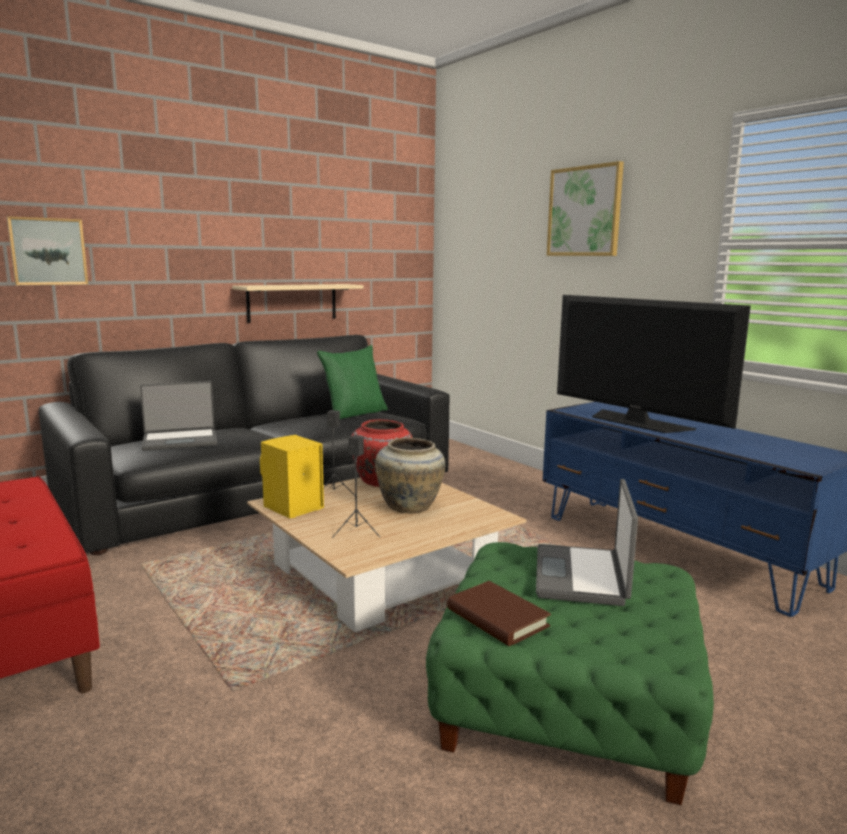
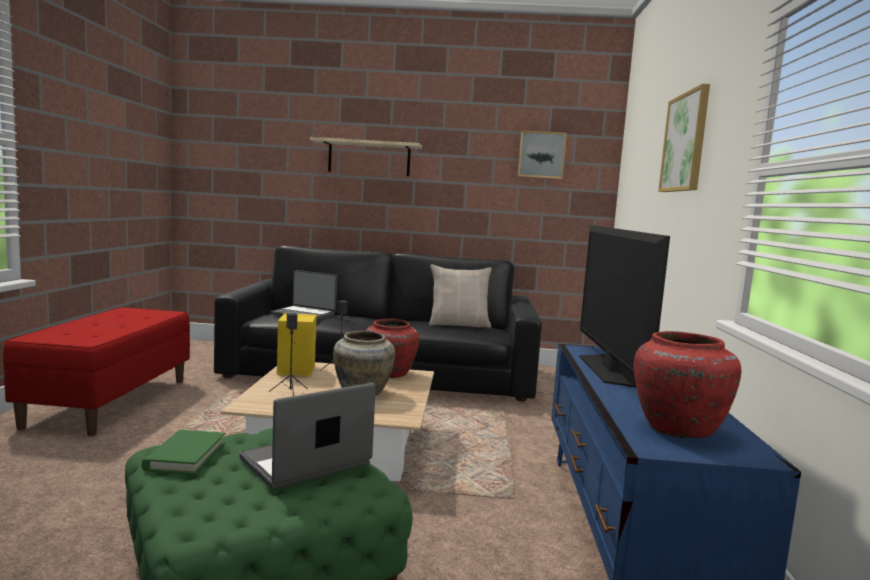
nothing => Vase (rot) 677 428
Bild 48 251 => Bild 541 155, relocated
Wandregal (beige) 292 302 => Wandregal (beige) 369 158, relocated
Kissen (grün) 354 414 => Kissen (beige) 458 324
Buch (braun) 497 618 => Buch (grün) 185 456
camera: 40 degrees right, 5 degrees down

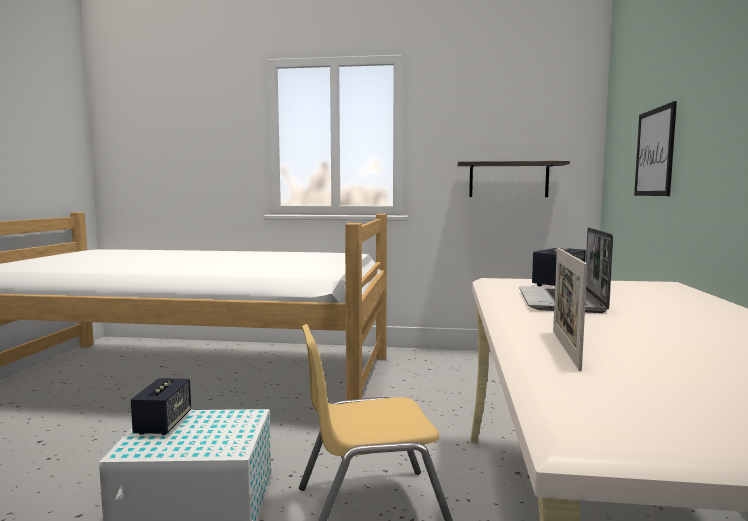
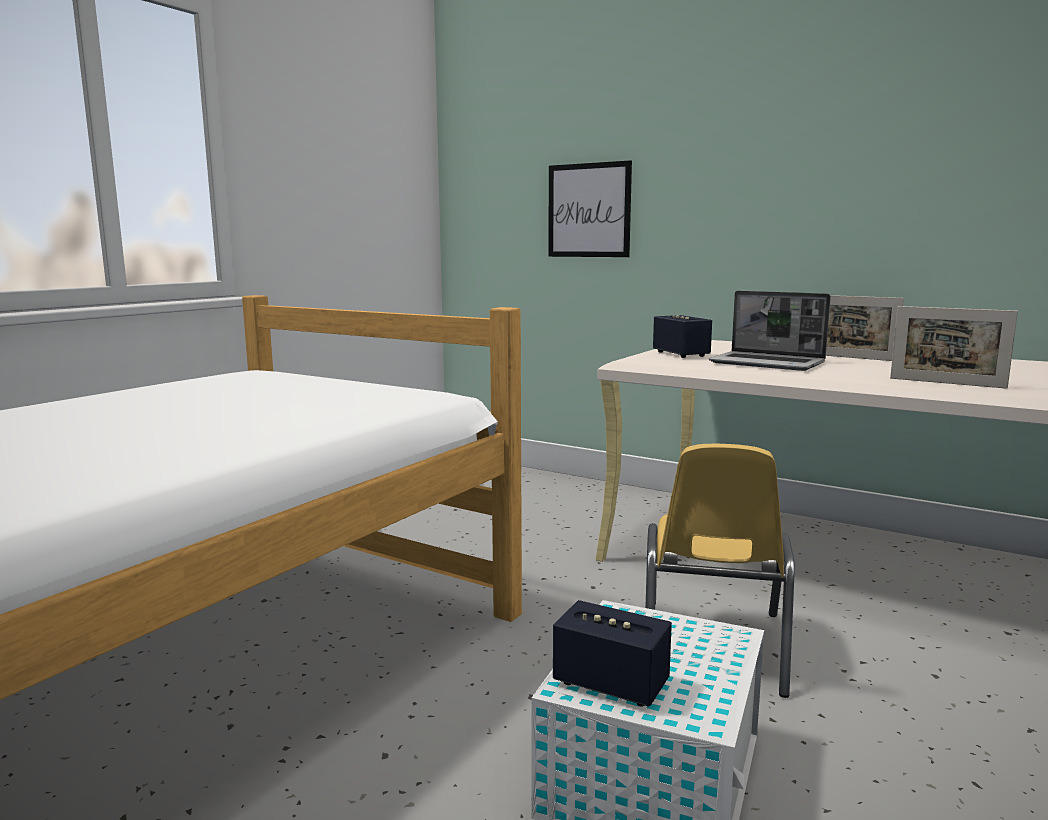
Wandregal 508 180 => nothing
nothing => Bilderrahmen 851 357
camera: 65 degrees left, 5 degrees up

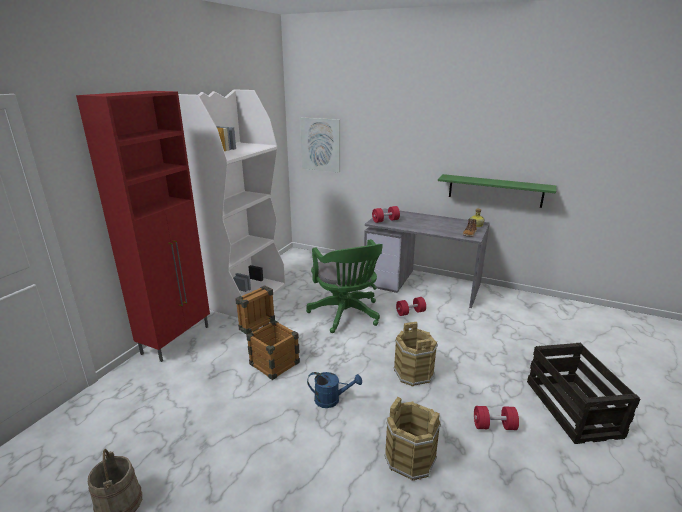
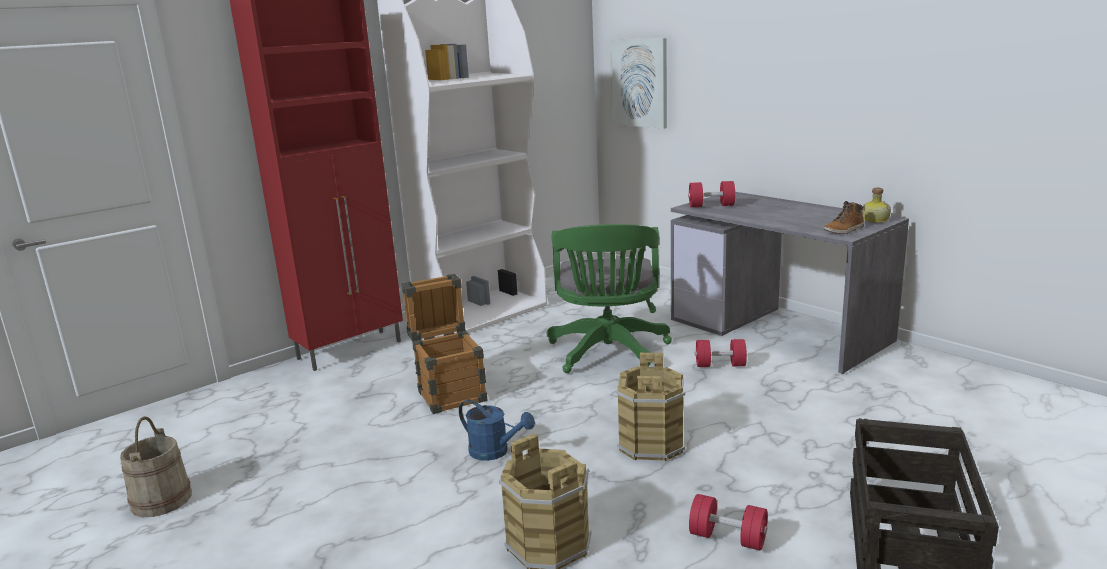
Wandregal (grün) 495 190 => nothing
camera: 25 degrees right, 5 degrees down

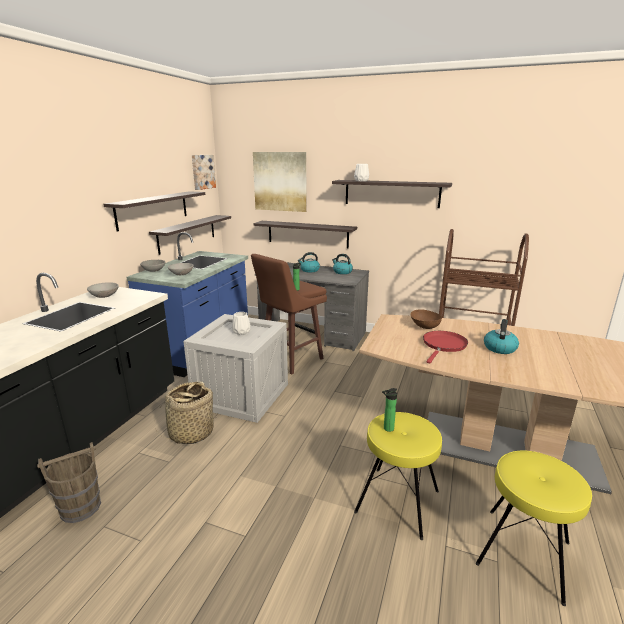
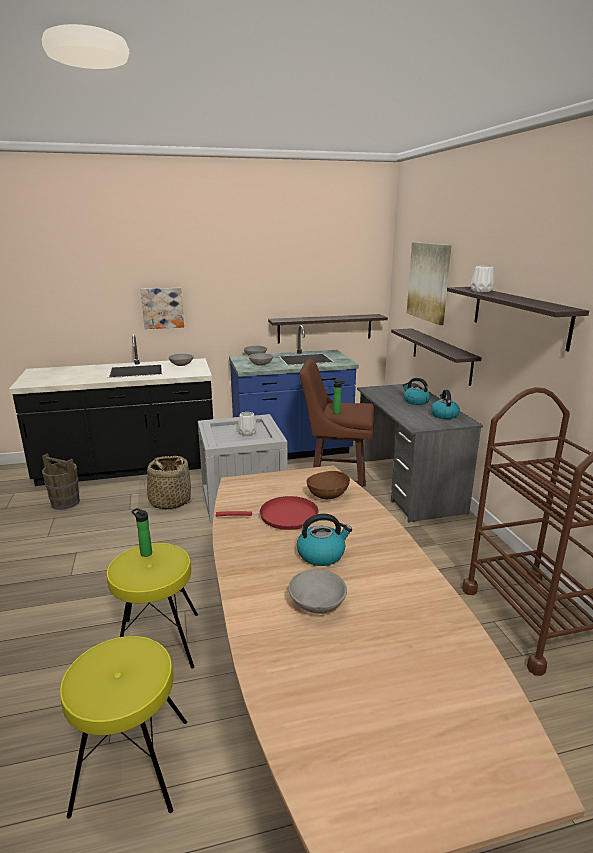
Wandregal 153 209 => nothing
nothing => Schüssel (grau) 317 604
Bild 202 171 => Bild 162 308, relocated
camera: 55 degrees right, 0 degrees up

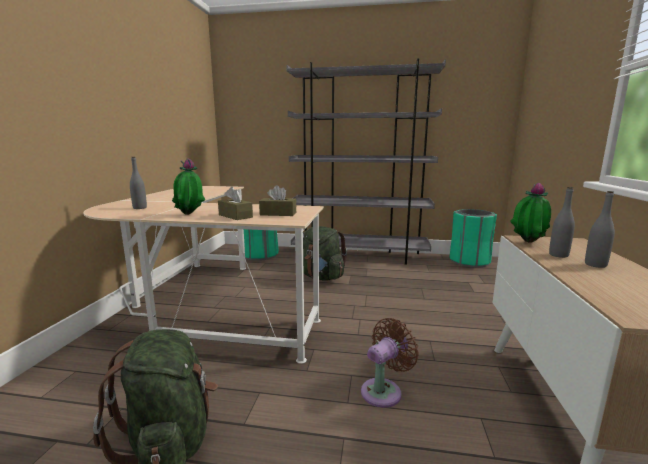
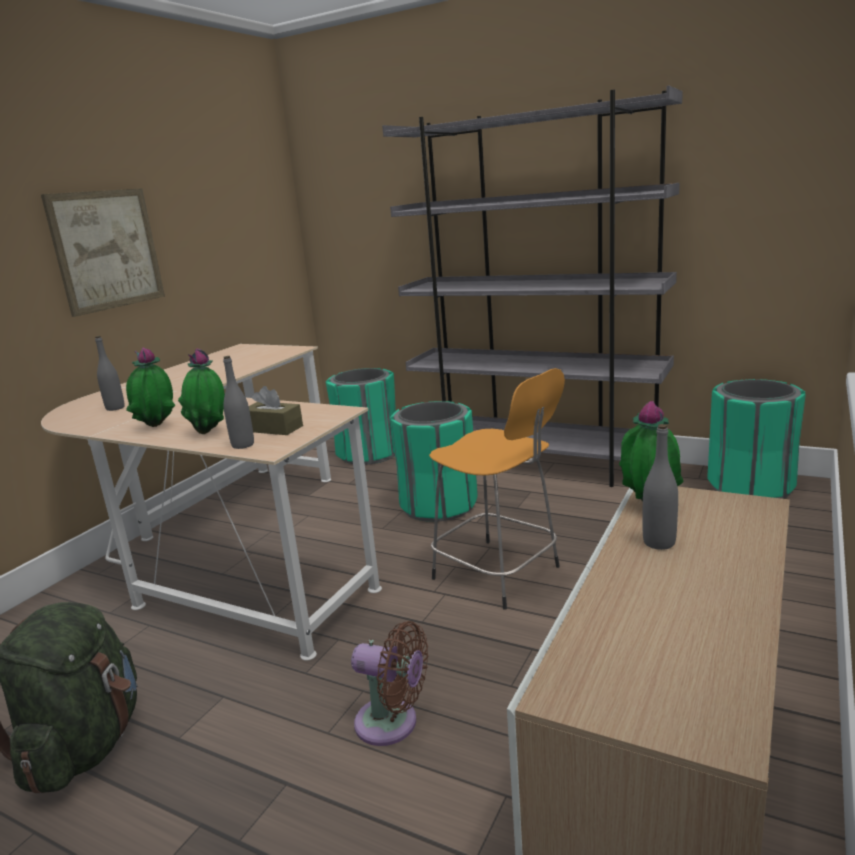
nothing => Bild 107 250
nothing => Hocker (orange) 499 574
Flasche (grau) 595 265 => Flasche (grau) 243 445, relocated
Taschentuchbox (braun) 235 216 => Topfpflanze 210 433
Rucksack (grün) 321 277 => Mülleimer (grün) 439 505
Ventilator (braun) 384 390 => Ventilator (braun) 392 724, 45 degrees clockwise
camera: 20 degrees right, 5 degrees up

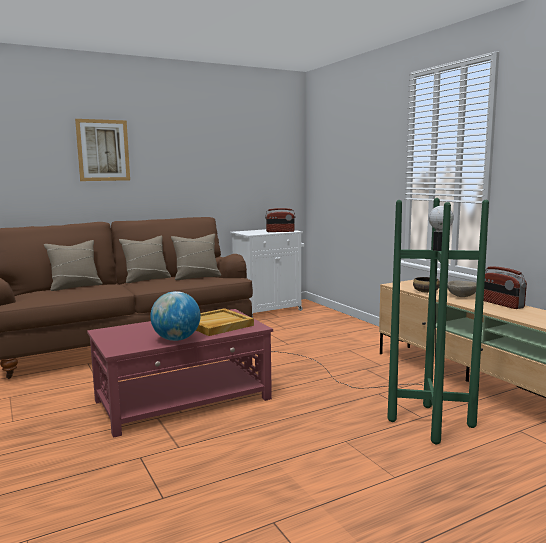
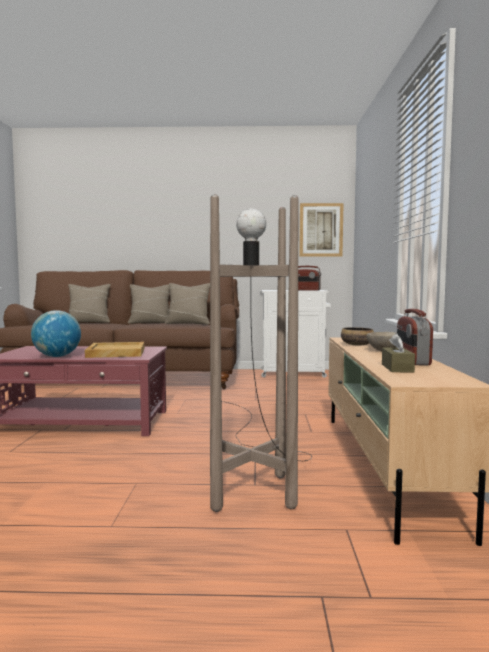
nothing => Taschentuchbox (braun) 397 368
Bild 103 150 => Bild 321 230, relocated
Stehlampe (grün) 387 398 => Stehlampe (braun) 254 460
camera: 30 degrees right, 5 degrees down

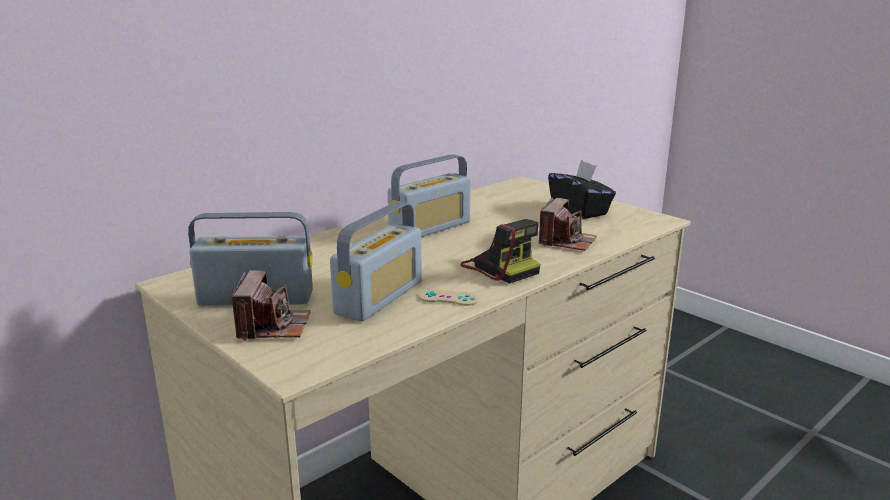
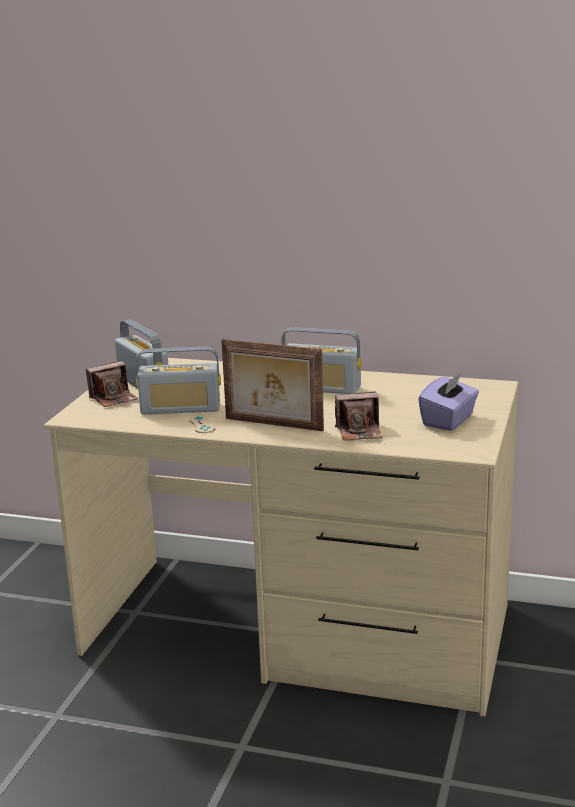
Kamera 500 267 => Bilderrahmen 273 425
Taschentuchbox (schwarz) 579 210 => Taschentuchbox (lila) 448 420
camera: 60 degrees right, 0 degrees up

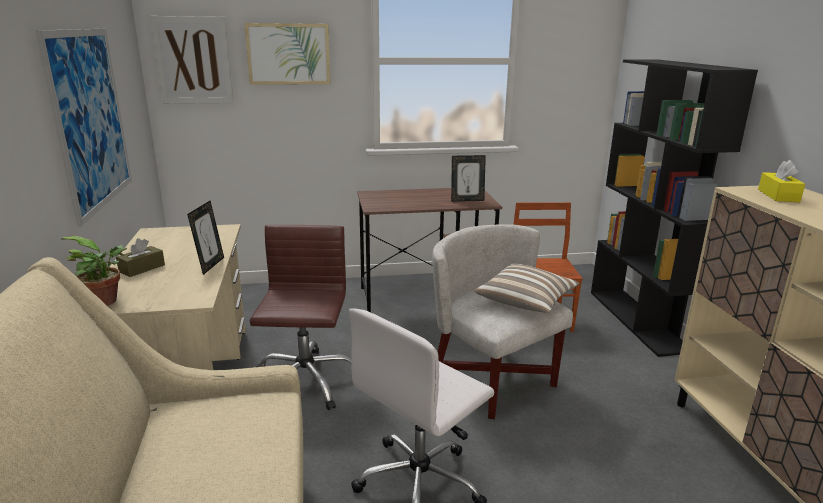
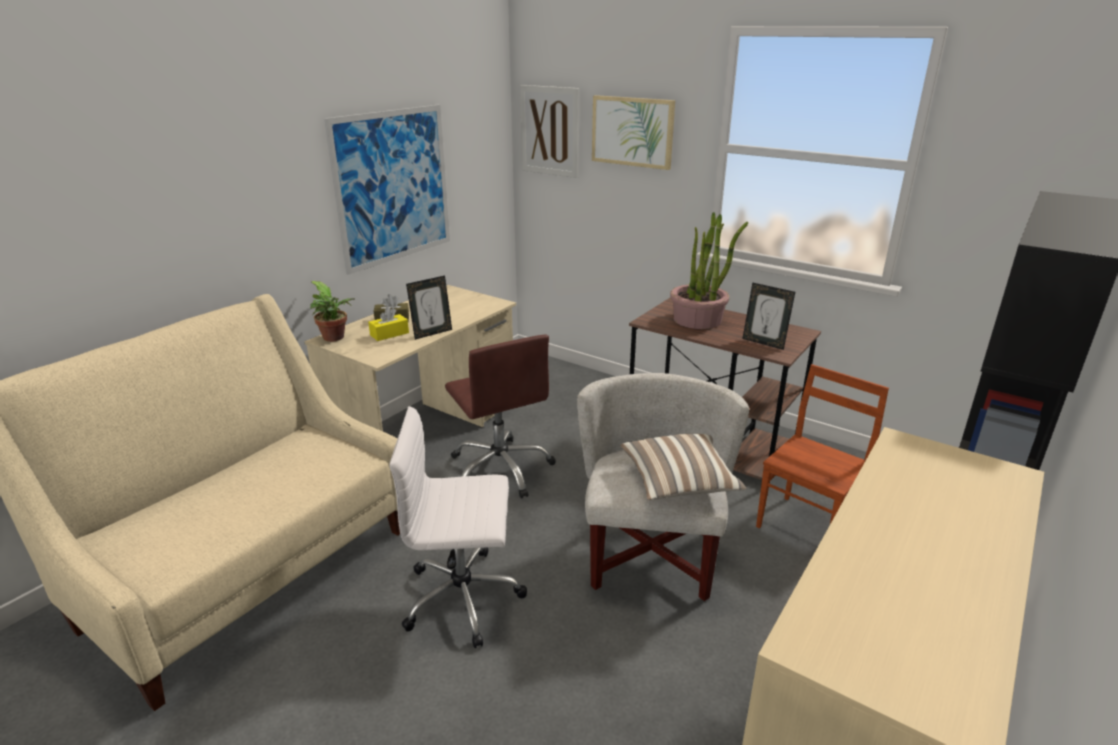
nothing => Topfpflanze 698 319
Taschentuchbox (gelb) 778 196 => Taschentuchbox (gelb) 389 334, relocated
Bürostuhl (braun) 305 381 => Bürostuhl (braun) 501 469, 105 degrees clockwise
camera: 45 degrees right, 5 degrees up

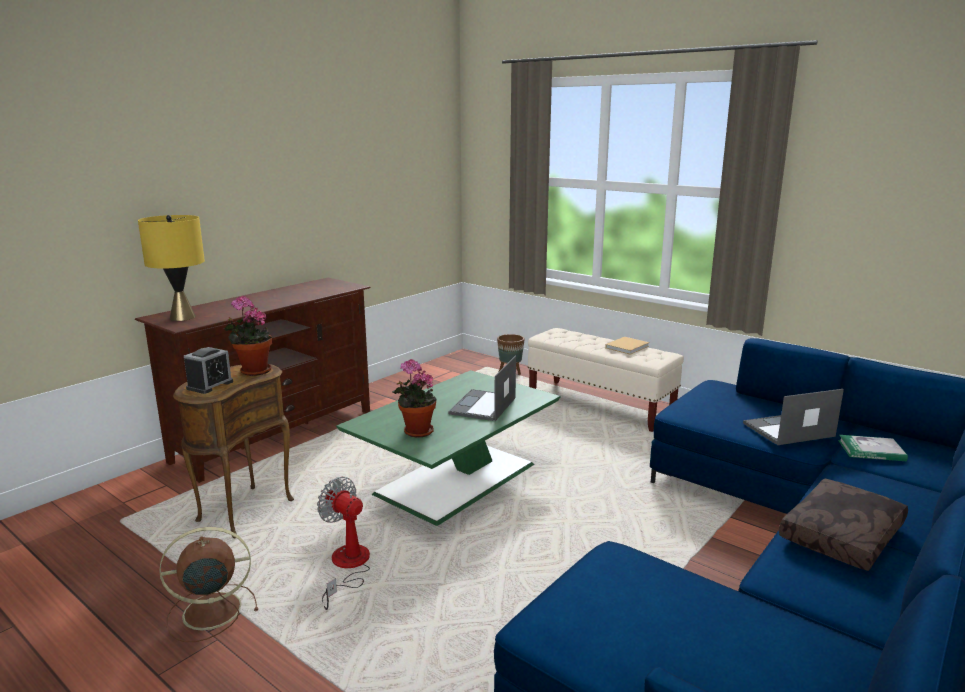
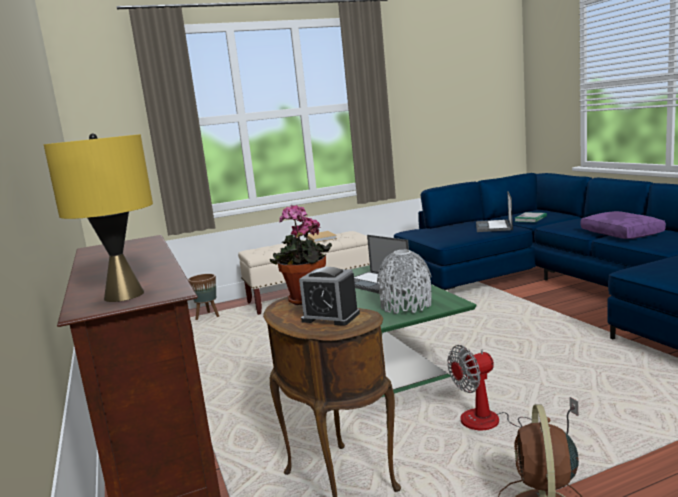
Topfpflanze 415 432 => Vase (grau) 406 305
Kissen (braun) 843 536 => Kissen (lila) 622 233
Wecker 210 385 => Wecker 330 317, 150 degrees clockwise
camera: 60 degrees left, 5 degrees down

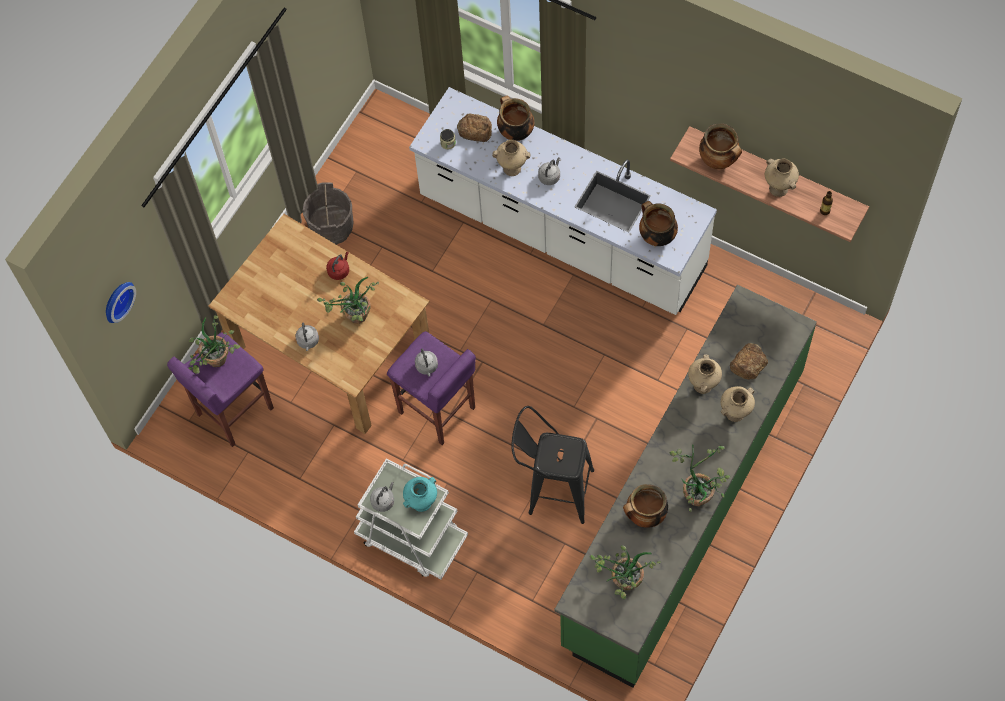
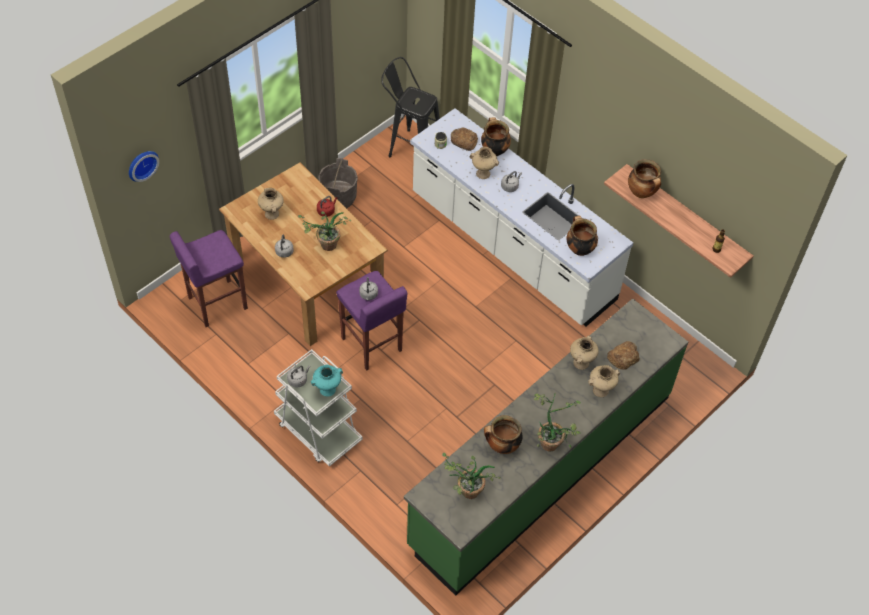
Topfpflanze 216 364 => nothing
Hocker (schwarz) 553 490 => Hocker (schwarz) 410 147, relocated
Vase (beige) 779 188 => Vase (beige) 272 214, relocated
camera: 10 degrees right, 10 degrees down

